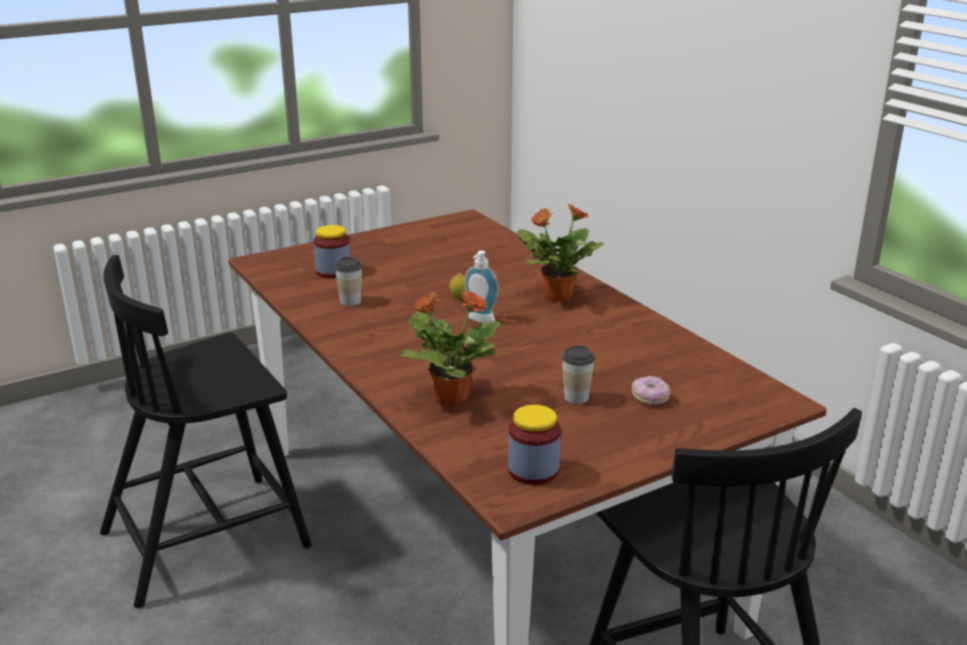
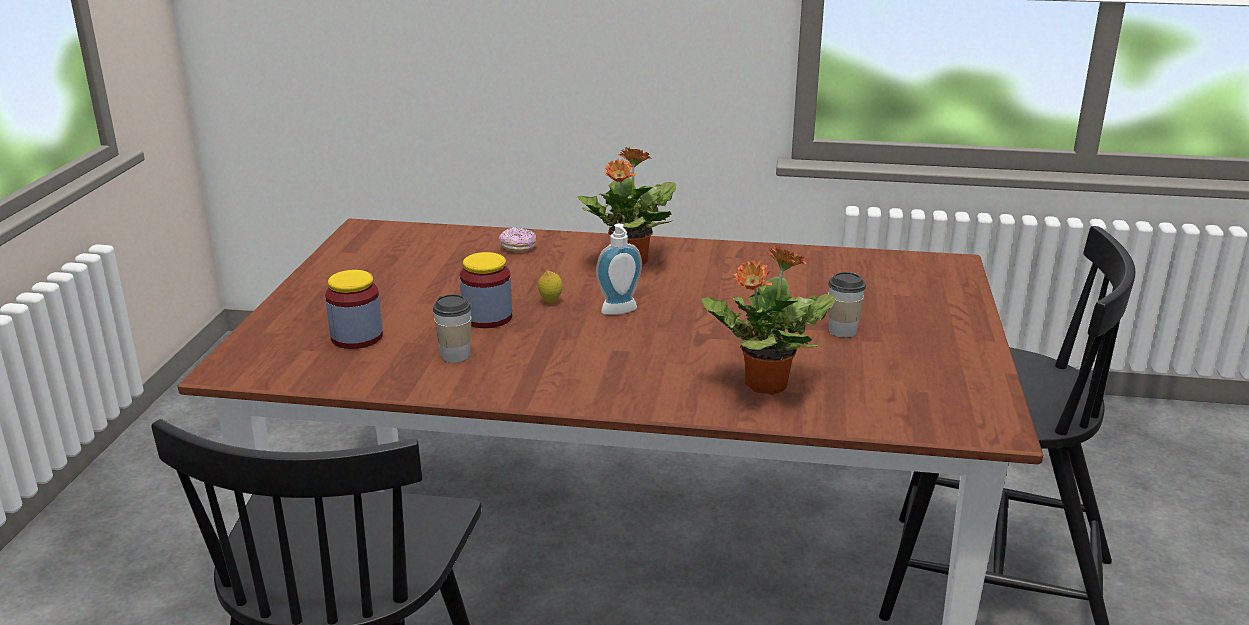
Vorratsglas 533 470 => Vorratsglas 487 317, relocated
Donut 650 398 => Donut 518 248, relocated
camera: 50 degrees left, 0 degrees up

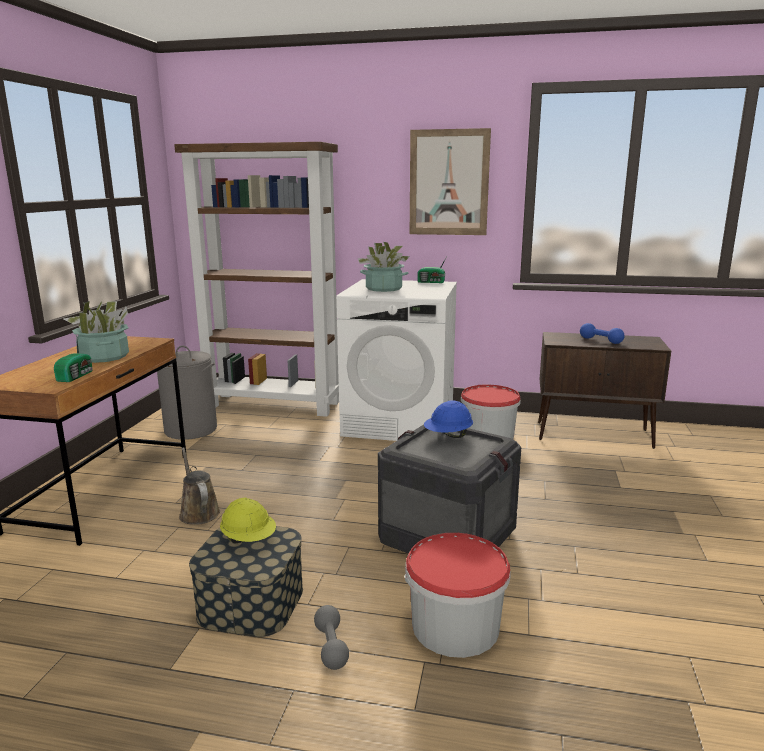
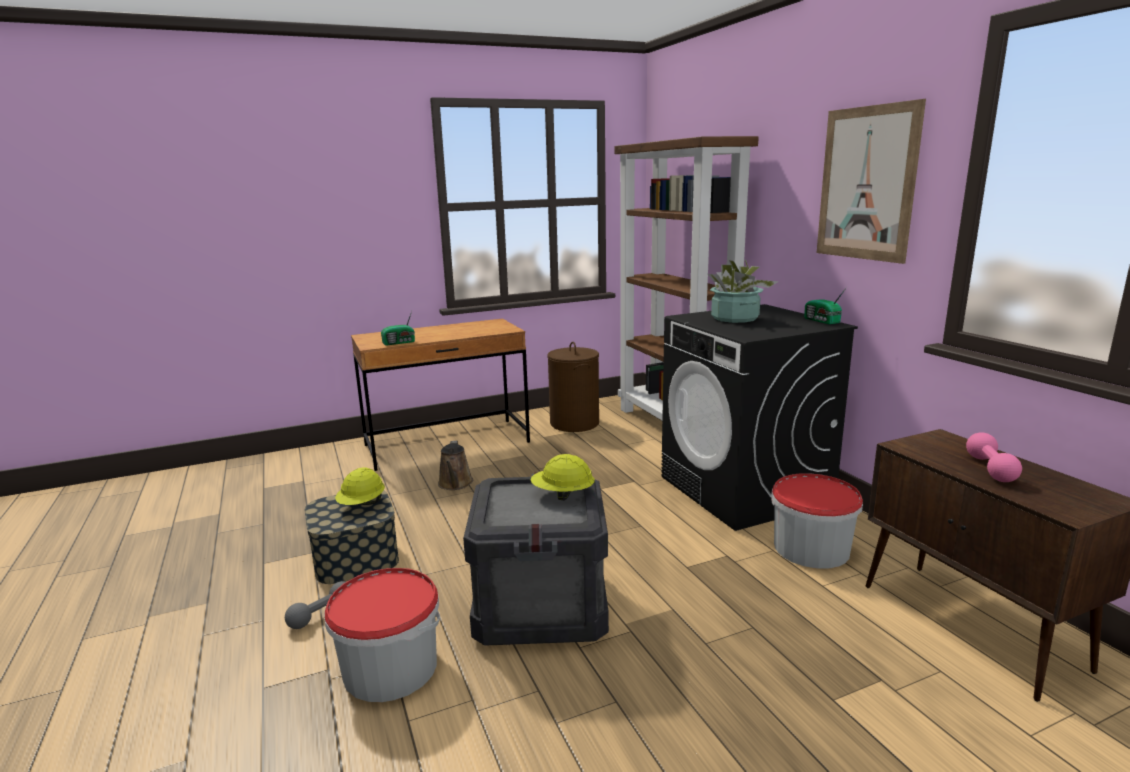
Topfpflanze 104 357 => nothing
Wäschekorb (grau) 190 429 => Wäschekorb (braun) 574 423
Waschmaschine (weiß) 400 422 => Waschmaschine (schwarz) 745 490
Schutzhelm (blau) 448 436 => Schutzhelm (gelb) 562 495
Hantel (blau) 600 340 => Hantel (rosa) 990 469
Gießkanne (braun) 198 512 => Gießkanne (braun) 455 484, 150 degrees clockwise
camera: 55 degrees right, 0 degrees up

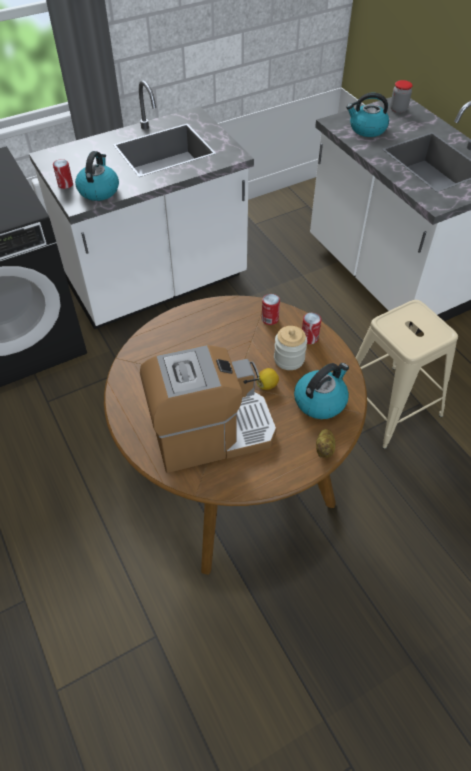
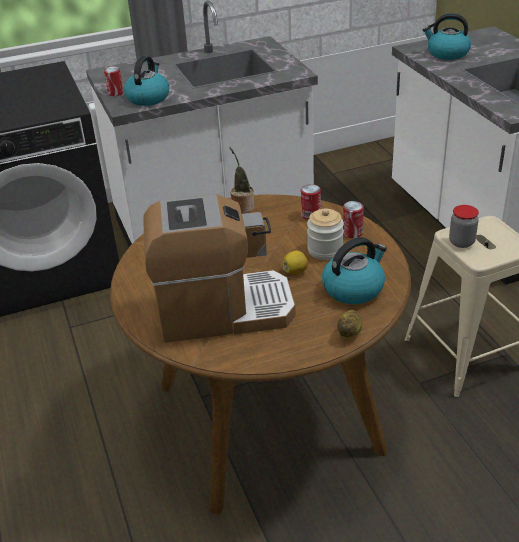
nothing => Topfpflanze 242 206
Vorratsglas 398 109 => Vorratsglas 461 242, relocated
camera: 10 degrees right, 15 degrees down

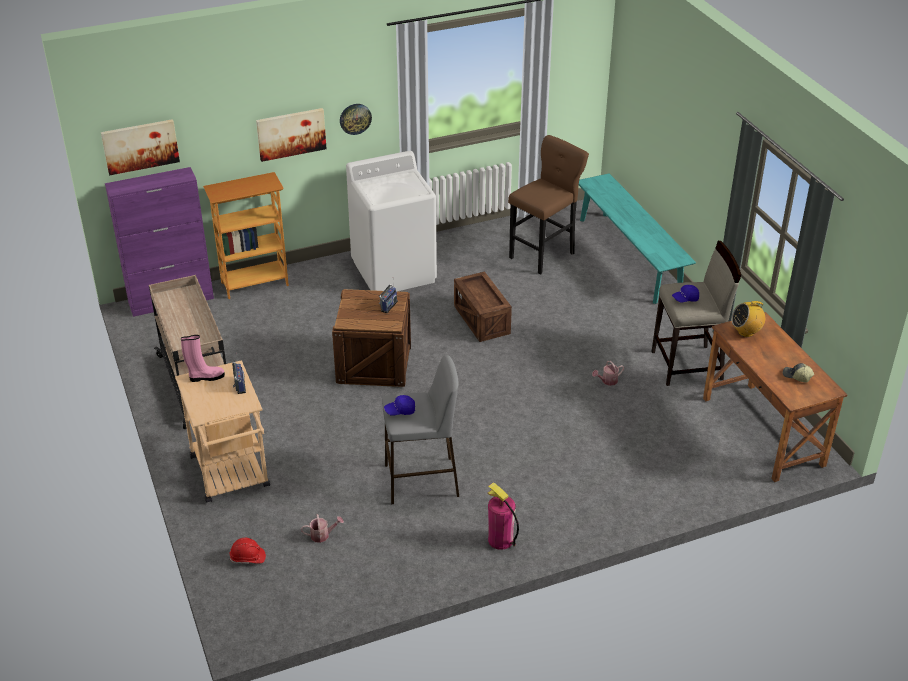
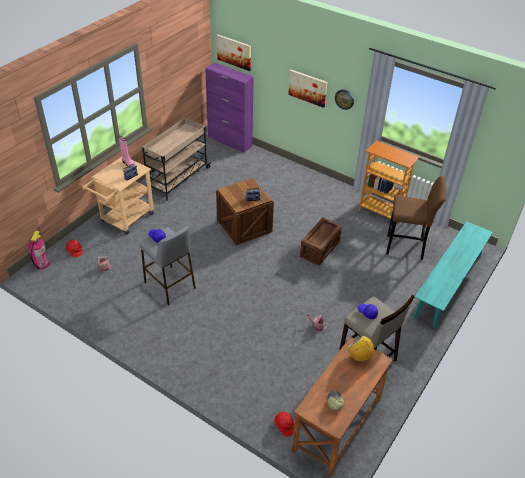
Waschmaschine (weiß) 394 271 => nothing
nothing => Schutzhelm (rot) 284 426
Bücherregal 254 283 => Bücherregal 380 212, relocated
Feuerlöscher 500 540 => Feuerlöscher 41 264, relocated
camera: 55 degrees right, 5 degrees up

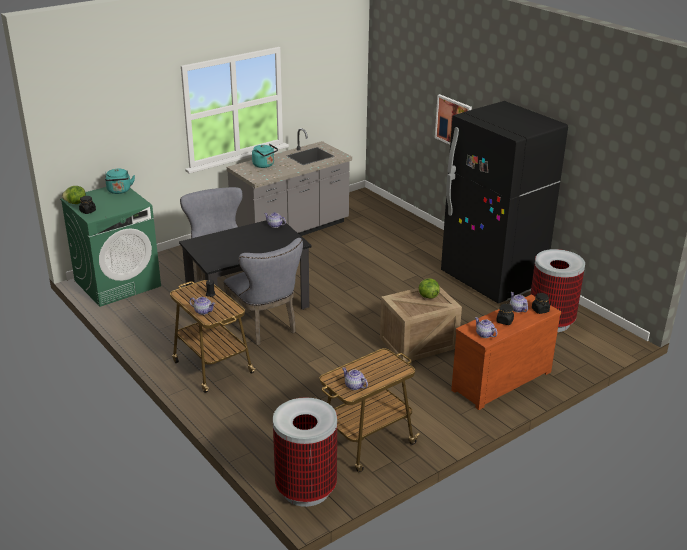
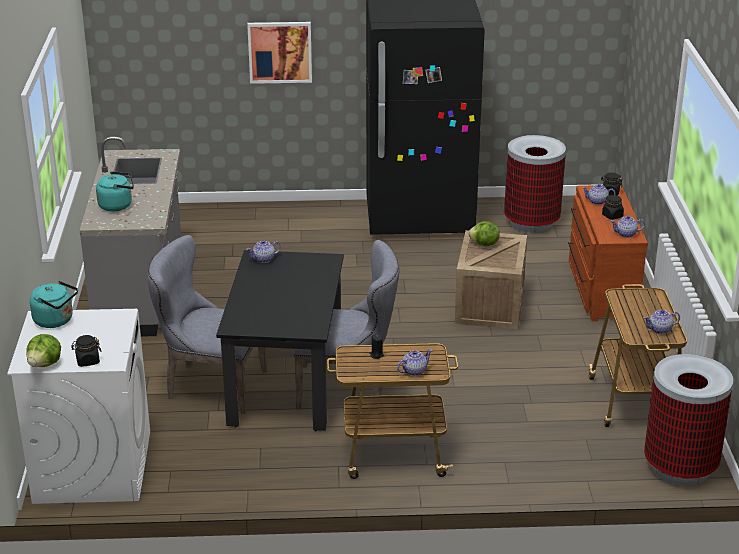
Waschmaschine (grün) 118 283 => Waschmaschine (weiß) 93 466
camera: 55 degrees left, 0 degrees up

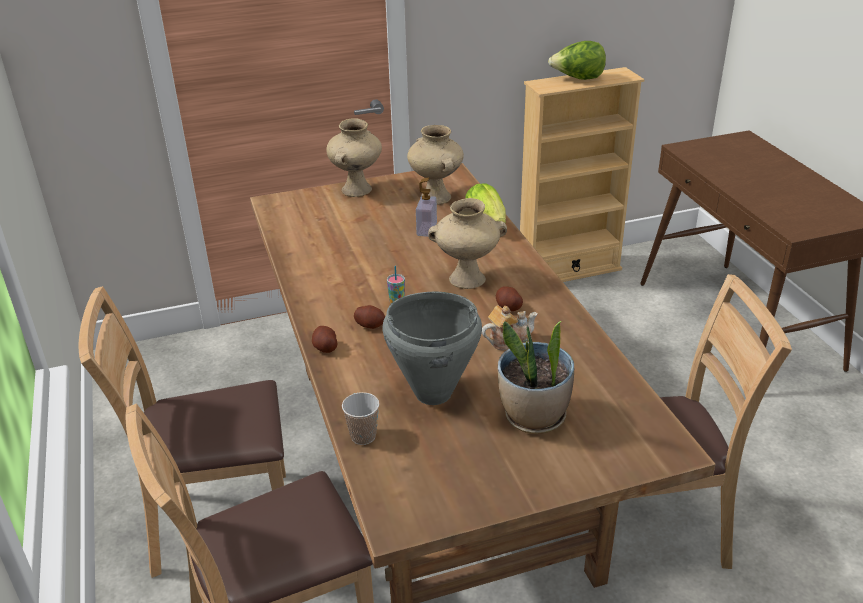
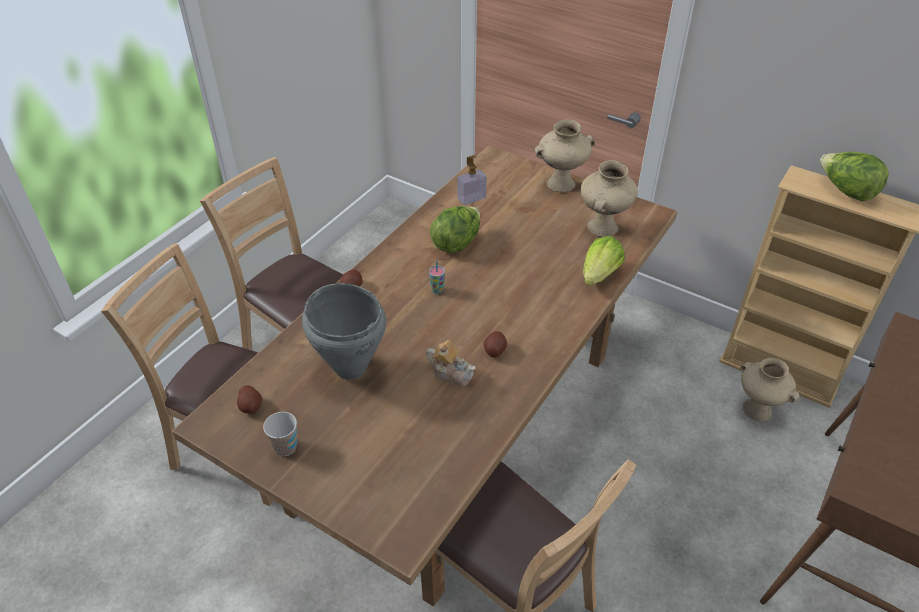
Topfpflanze 534 417 => nothing
nothing => Salatkopf 456 243
Tasse 363 436 => Tasse 285 447, relocated
Kartoffel 370 325 => Kartoffel 251 406, relocated
Seifenspender 426 229 => Seifenspender 471 198, relocated
Vase (beige) 466 280 => Vase (beige) 756 410, relocated
camera: 50 degrees right, 10 degrees up

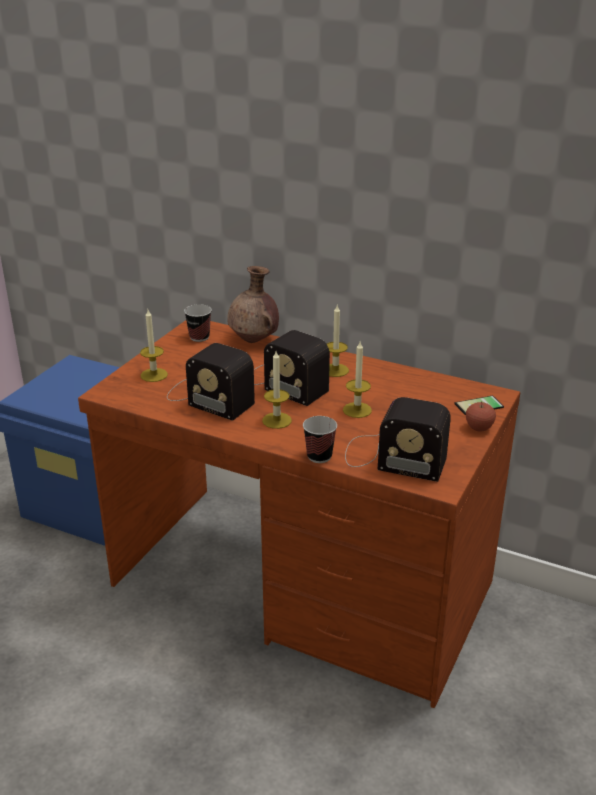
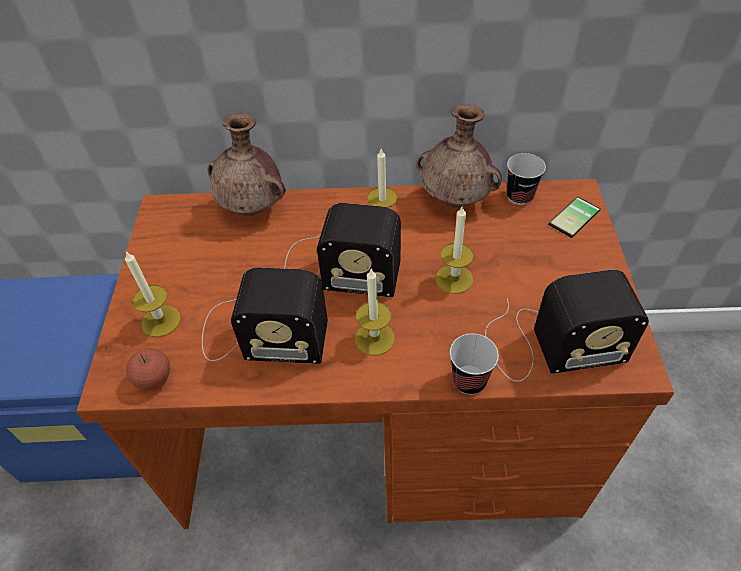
nothing => Vase (braun) 456 200
Tasse 199 337 => Tasse 520 196, relocated
Apfel 479 428 => Apfel 154 379, relocated
camera: 25 degrees left, 20 degrees up

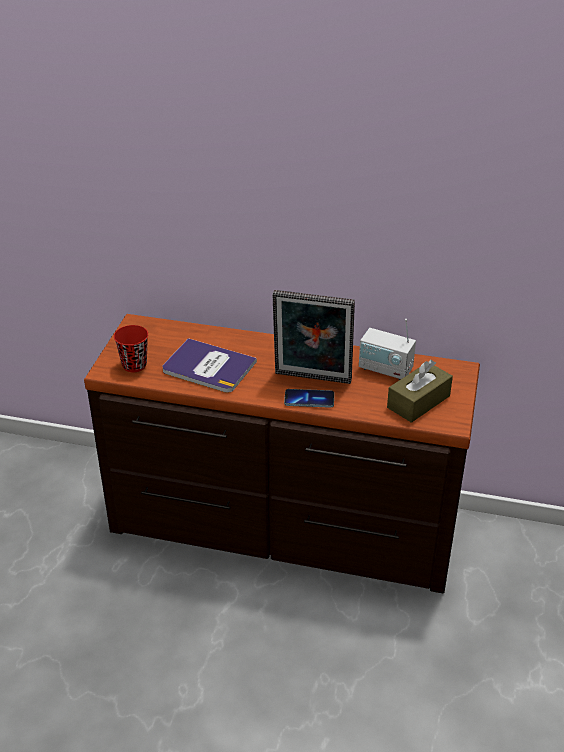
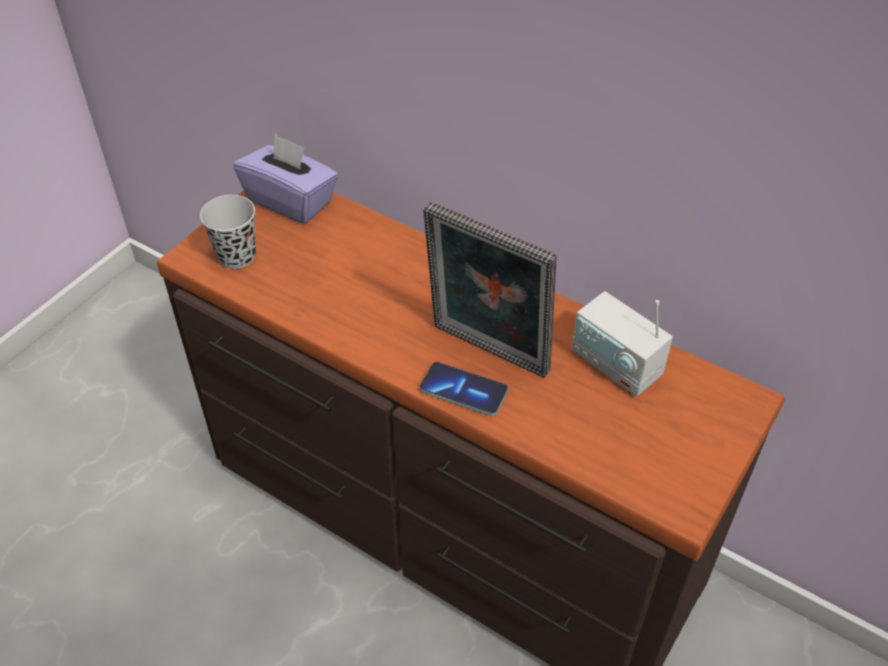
Buch 208 367 => nothing
Taschentuchbox (braun) 418 402 => nothing
nothing => Taschentuchbox (lila) 291 201
Tasse (rot) 134 365 => Tasse (schwarz) 236 256
camera: 20 degrees right, 10 degrees up

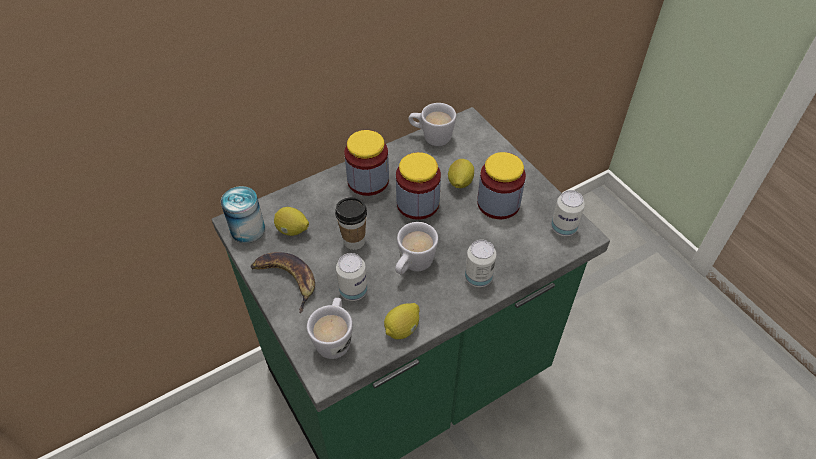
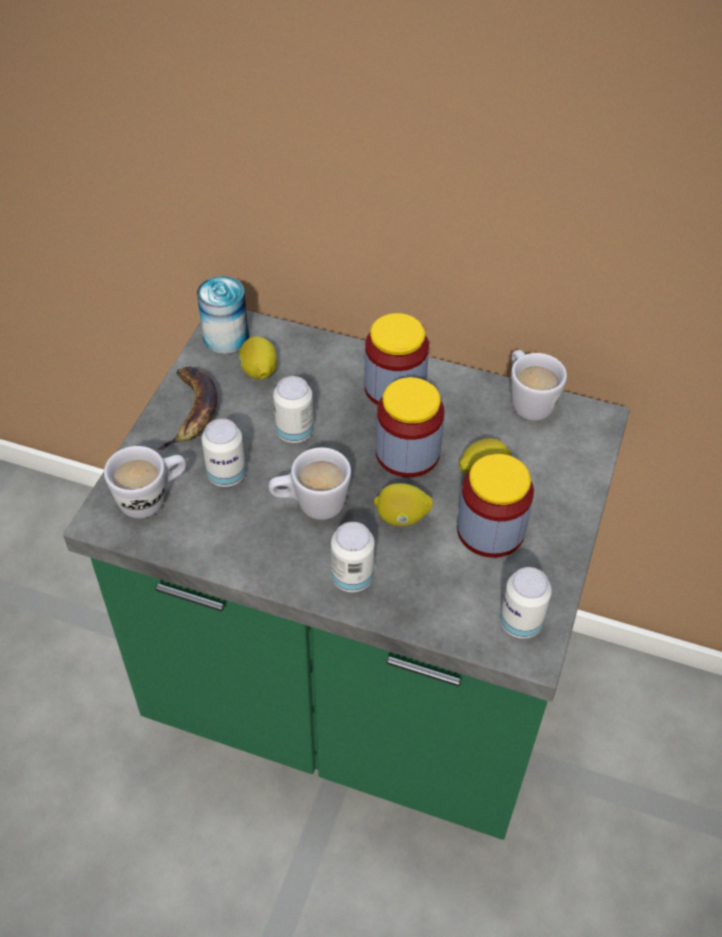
Zitrone 402 329 => Zitrone 401 517, relocated
Tasse 354 241 => Dose 294 432
camera: 50 degrees right, 0 degrees up

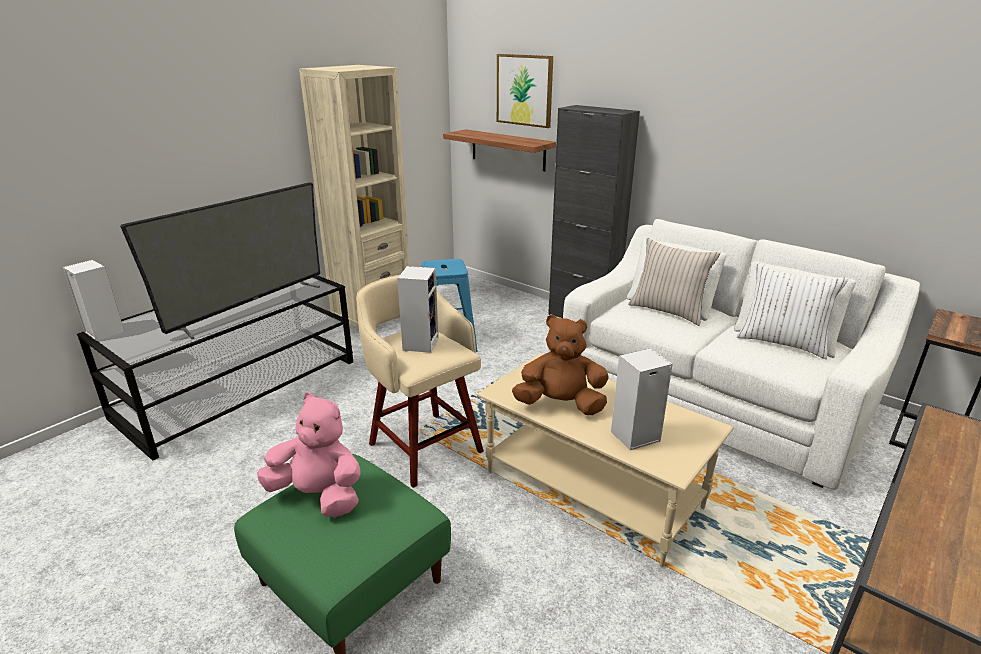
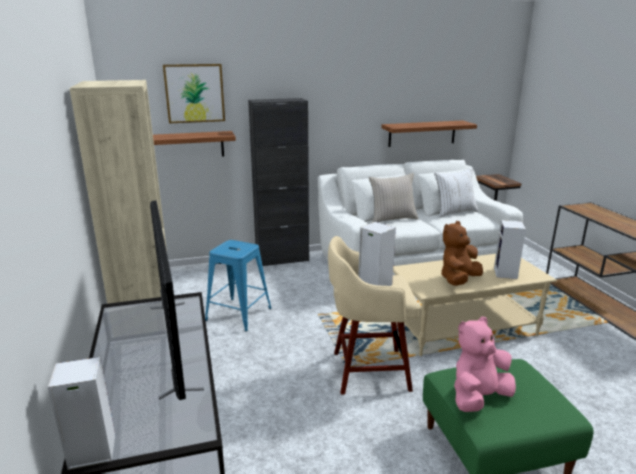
nothing => Wandregal 422 133
camera: 55 degrees left, 5 degrees down

